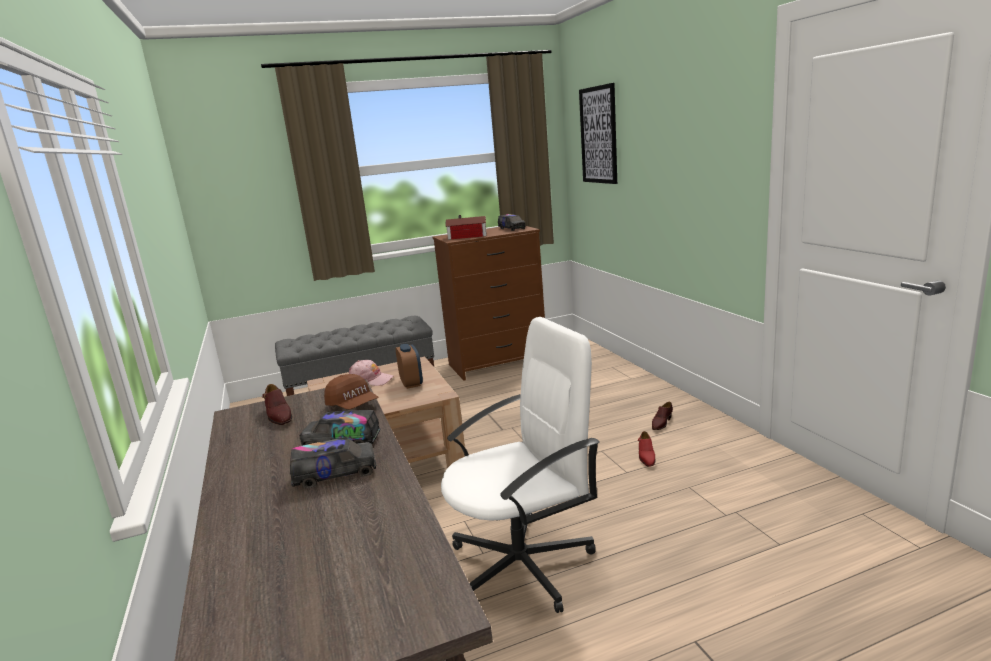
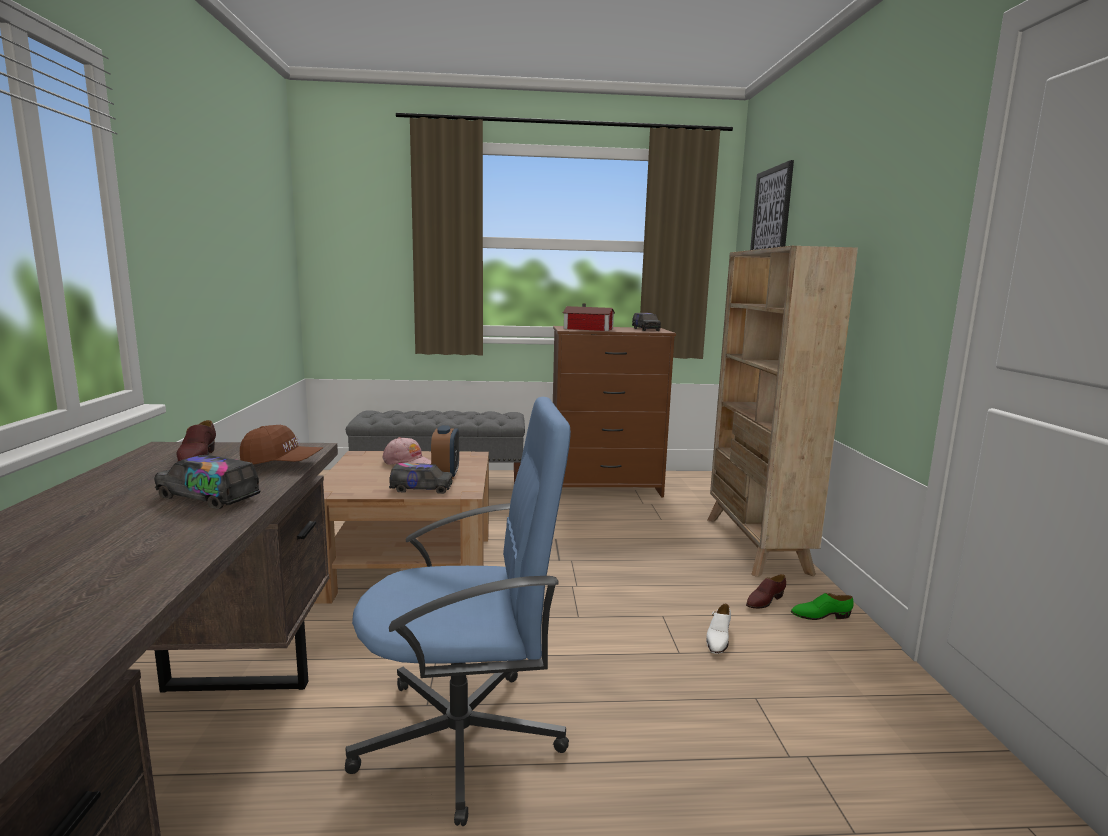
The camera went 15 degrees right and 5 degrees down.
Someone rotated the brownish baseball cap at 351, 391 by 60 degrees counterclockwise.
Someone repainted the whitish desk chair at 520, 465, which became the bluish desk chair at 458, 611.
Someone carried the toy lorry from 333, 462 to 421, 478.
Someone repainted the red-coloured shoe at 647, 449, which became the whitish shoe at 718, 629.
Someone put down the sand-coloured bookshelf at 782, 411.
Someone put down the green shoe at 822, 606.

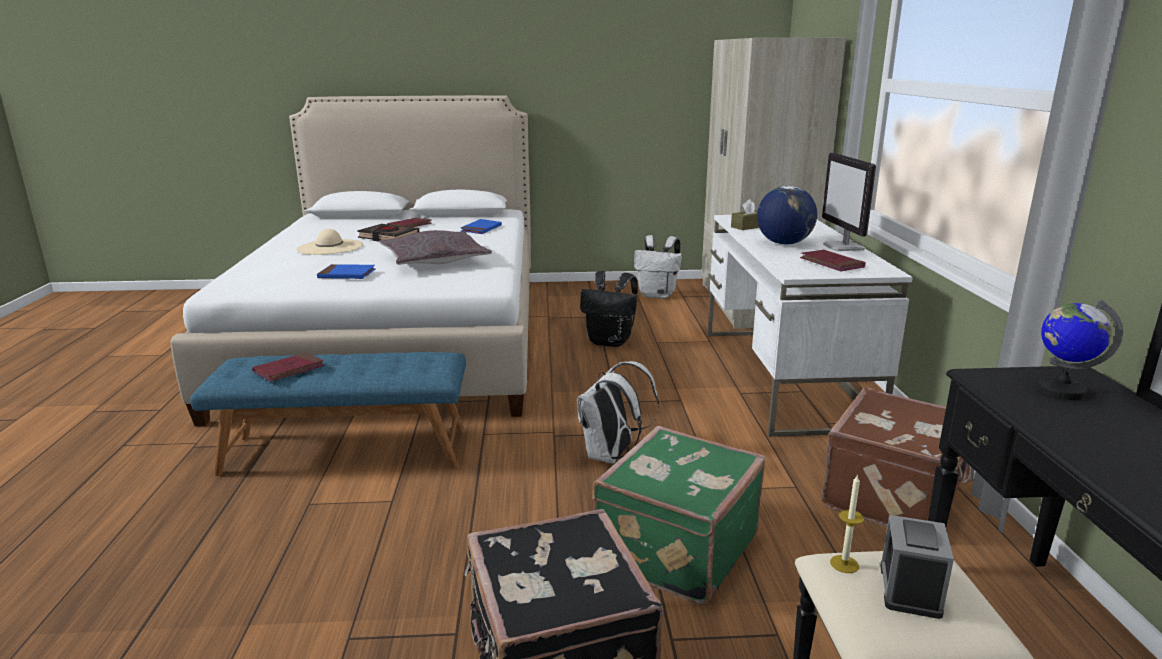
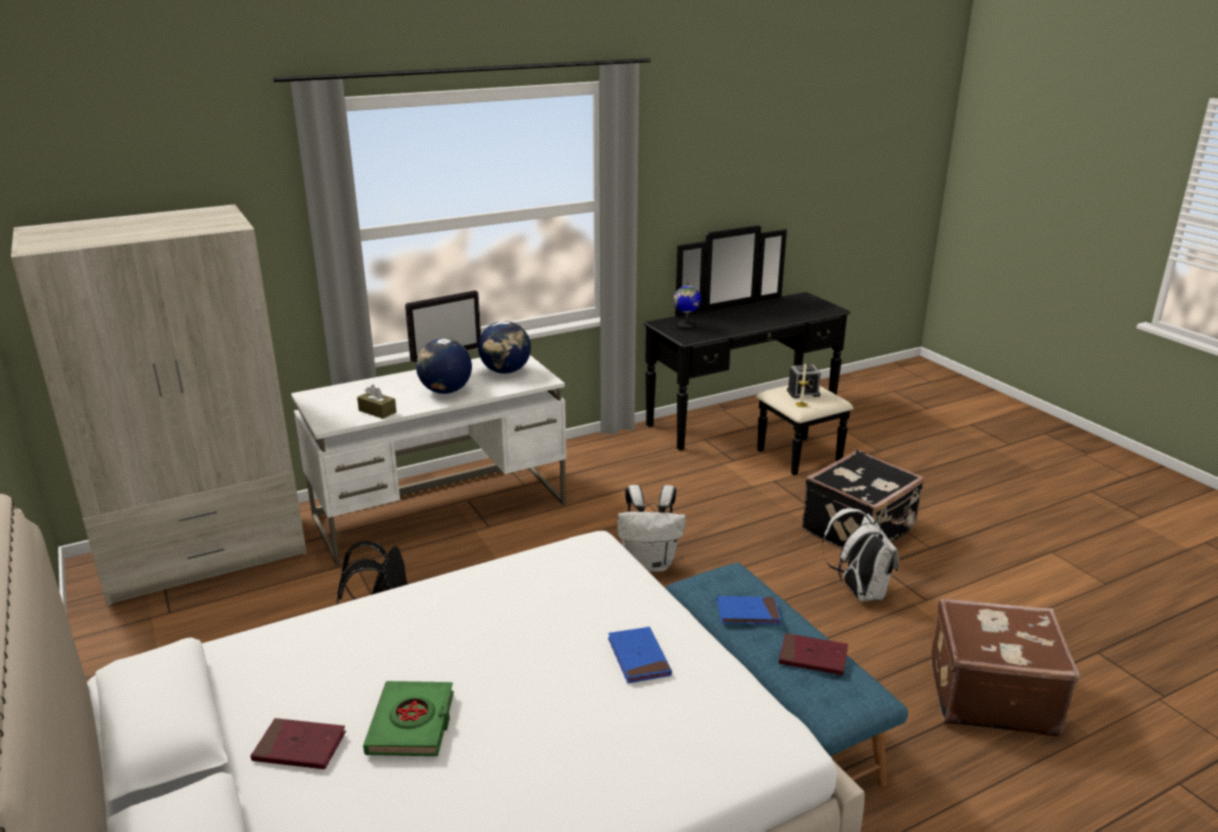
The camera went 115 degrees left and 5 degrees up.
Someone repainted the blackish bound book at 388, 232, which became the green bound book at 408, 718.
Someone swapped the red-coloured bound book at 833, 260 for the globe at 504, 347.
Someone carried the bluish bound book from 481, 226 to 749, 610.
Someone carried the whitish knapsack from 658, 267 to 860, 555.
Someone carried the brownish piece of luggage from 897, 457 to 1005, 667.
Someone took away the sand-coloured hat at 329, 242.
Someone took away the grey pillow at 435, 247.
Someone took away the green piece of luggage at 679, 515.

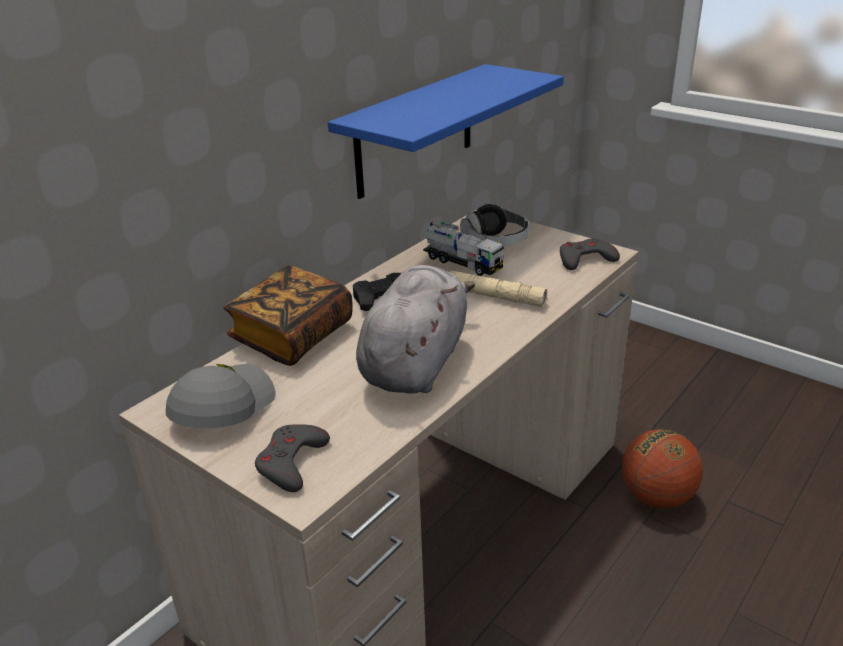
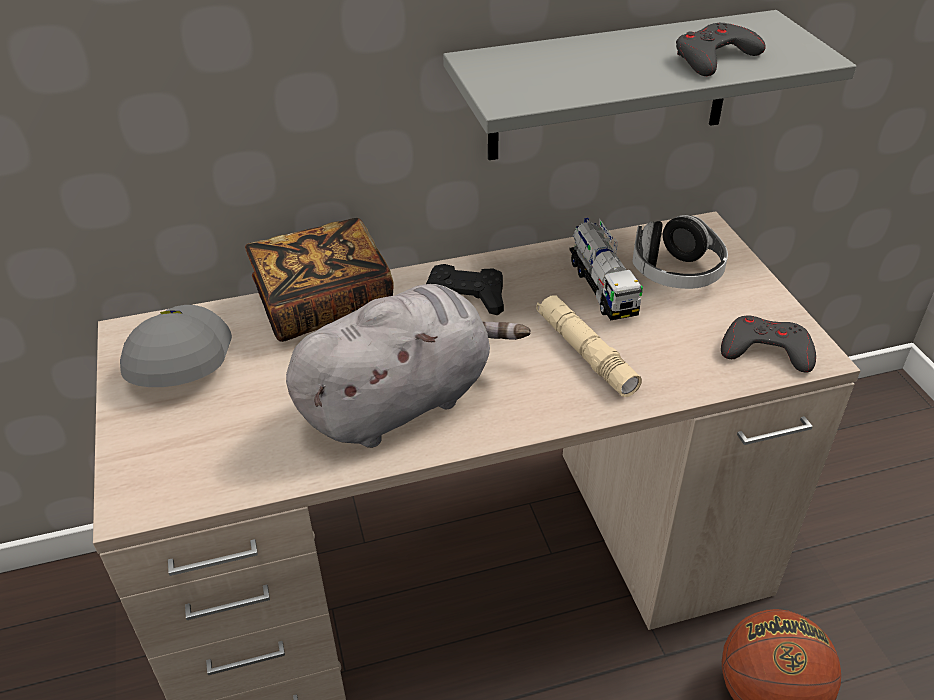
The camera went 35 degrees right and 10 degrees up.
Someone rotated the grey baseball cap at 221, 396 by 60 degrees counterclockwise.
Someone repainted the bluish bracket shelf at 446, 131, which became the grey bracket shelf at 649, 85.
Someone carried the grey joypad from 292, 458 to 721, 49.

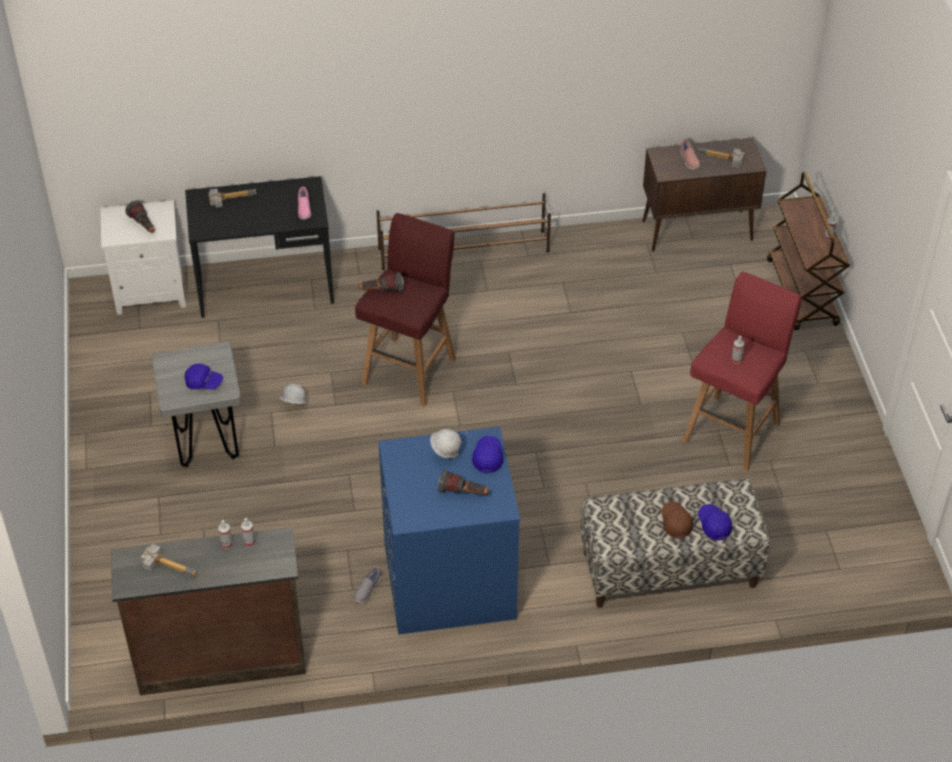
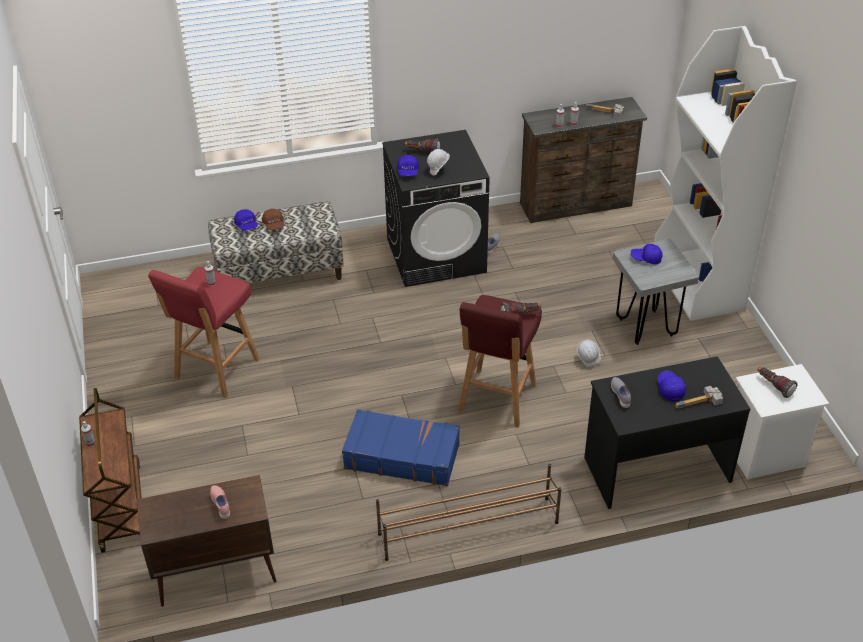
The camera went 175 degrees right and 5 degrees down.
Someone put down the bluish piece of luggage at 401, 447.
Someone repainted the bluish washing machine at 449, 531, which became the blackish washing machine at 436, 208.
Someone repainted the pinkish shoe at 304, 203, which became the grey shoe at 621, 392.
Someone put down the whitish bookshelf at 725, 173.
Someone put down the bluish baseball cap at 671, 386.
Someone took away the hammer at 721, 158.

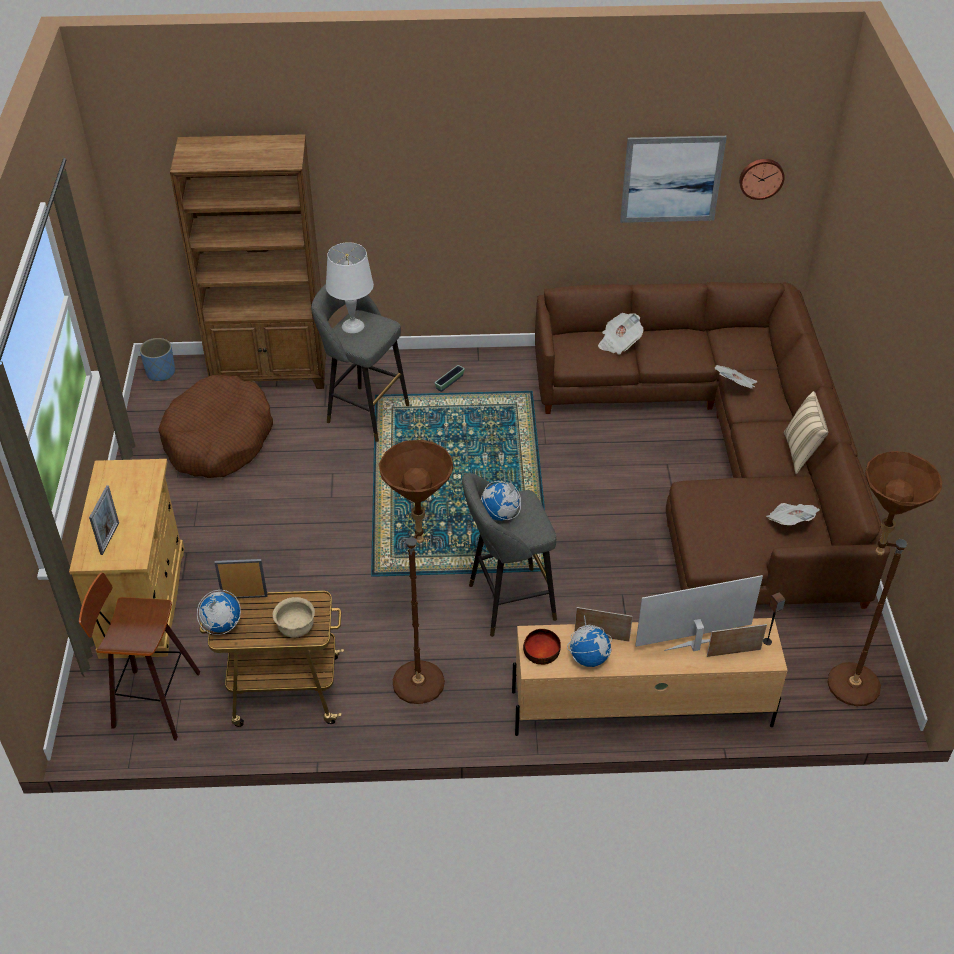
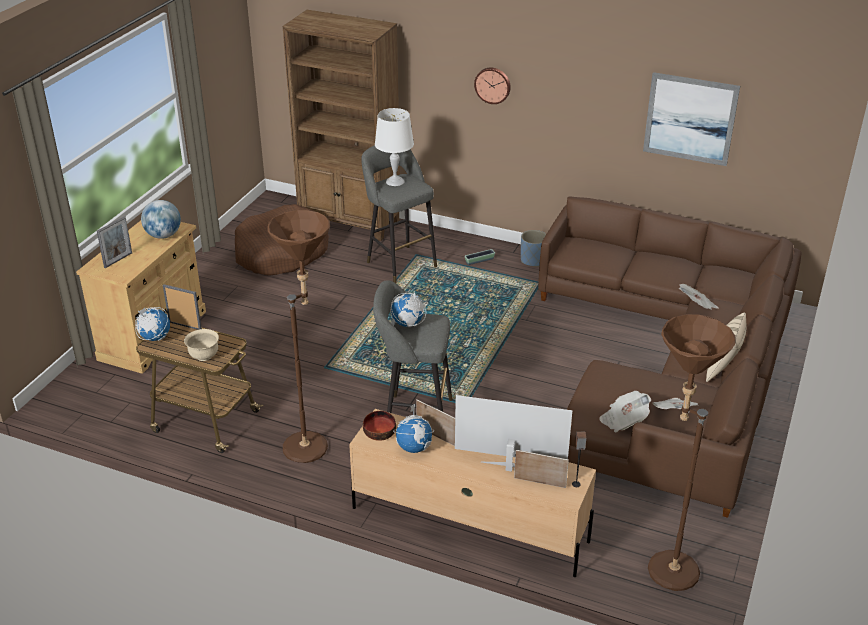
The camera went 25 degrees right and 10 degrees down.
Someone put down the globe at 161, 219.
Someone carried the clock on the wall from 762, 179 to 492, 86.
Someone carried the bluish flower pot from 157, 359 to 533, 248.
Someone carried the newspaper from 620, 334 to 625, 411.
Someone took away the sitting stool at 139, 657.

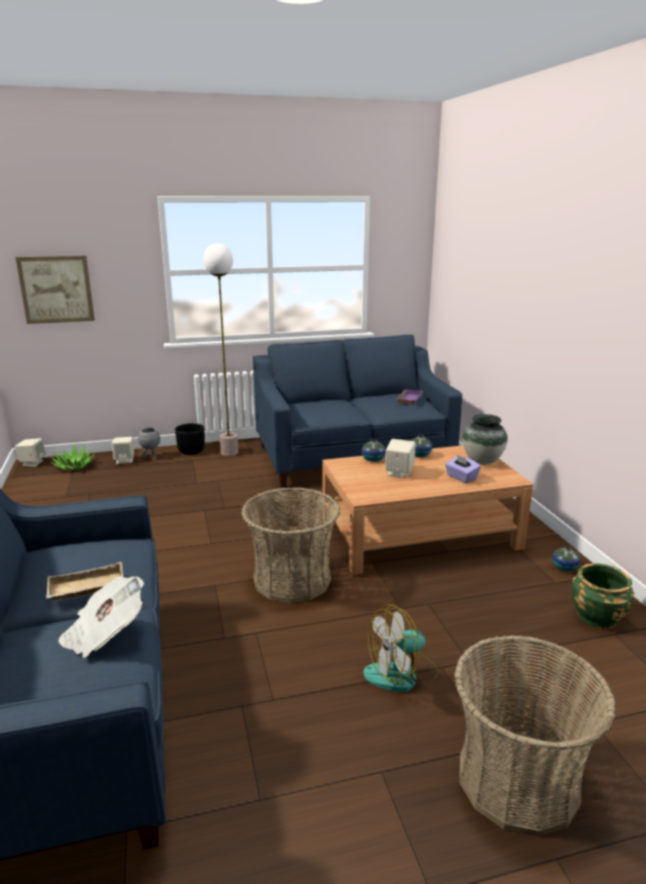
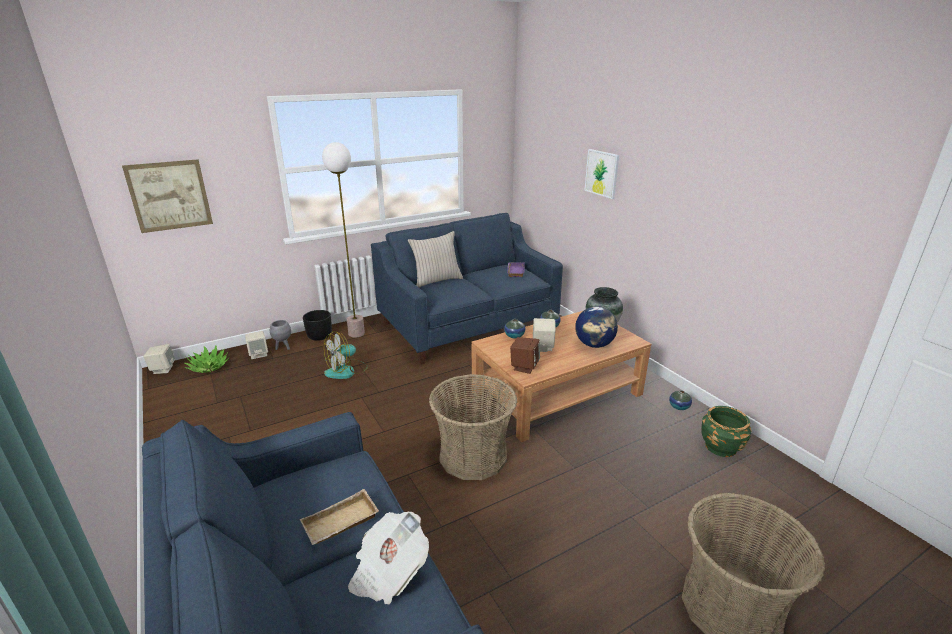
The camera went 15 degrees left and 5 degrees up.
Someone carried the electric fan from 401, 648 to 346, 355.
Someone put down the sand-coloured pillow at 435, 259.
Someone put down the brownish speaker at 525, 355.
Someone swapped the purplish tissue holder at 463, 468 for the globe at 596, 327.
Someone put up the wall art at 601, 174.

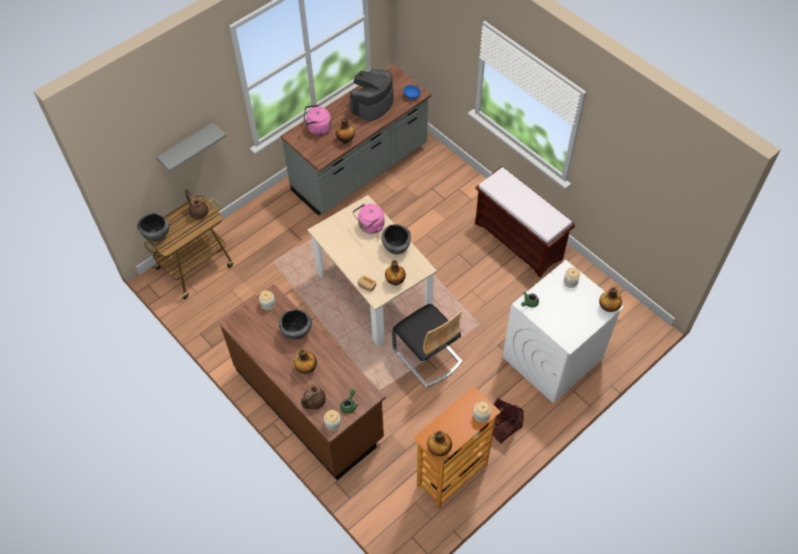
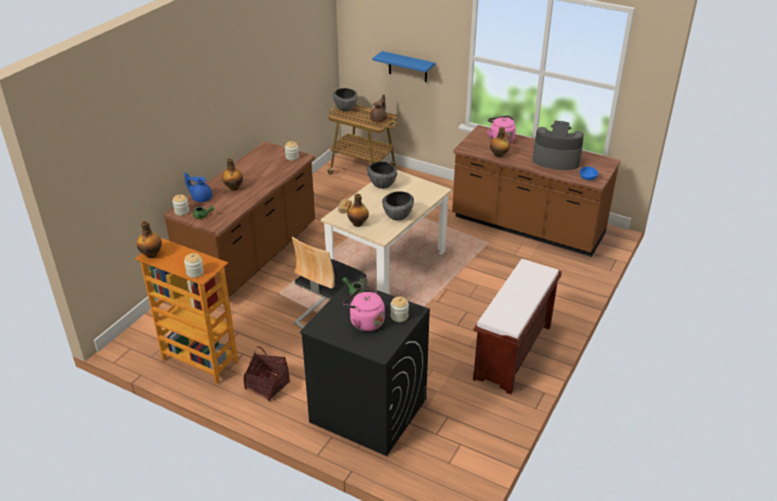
The camera went 70 degrees right and 20 degrees down.
Someone repainted the brownish pot for tea at 313, 397, which became the bluish pot for tea at 198, 187.
Someone repainted the whitish washing machine at 563, 331, which became the blackish washing machine at 365, 368.
Someone carried the pinkish water kettle from 369, 219 to 364, 309.
Someone carried the serving bowl from 295, 324 to 382, 175.
Someone repainted the grey bracket shelf at 191, 147, which became the bluish bracket shelf at 403, 66.
Someone repainted the grey kitchen counter at 356, 140, which became the brownish kitchen counter at 536, 191.
Someone took away the drink bottle at 610, 299.

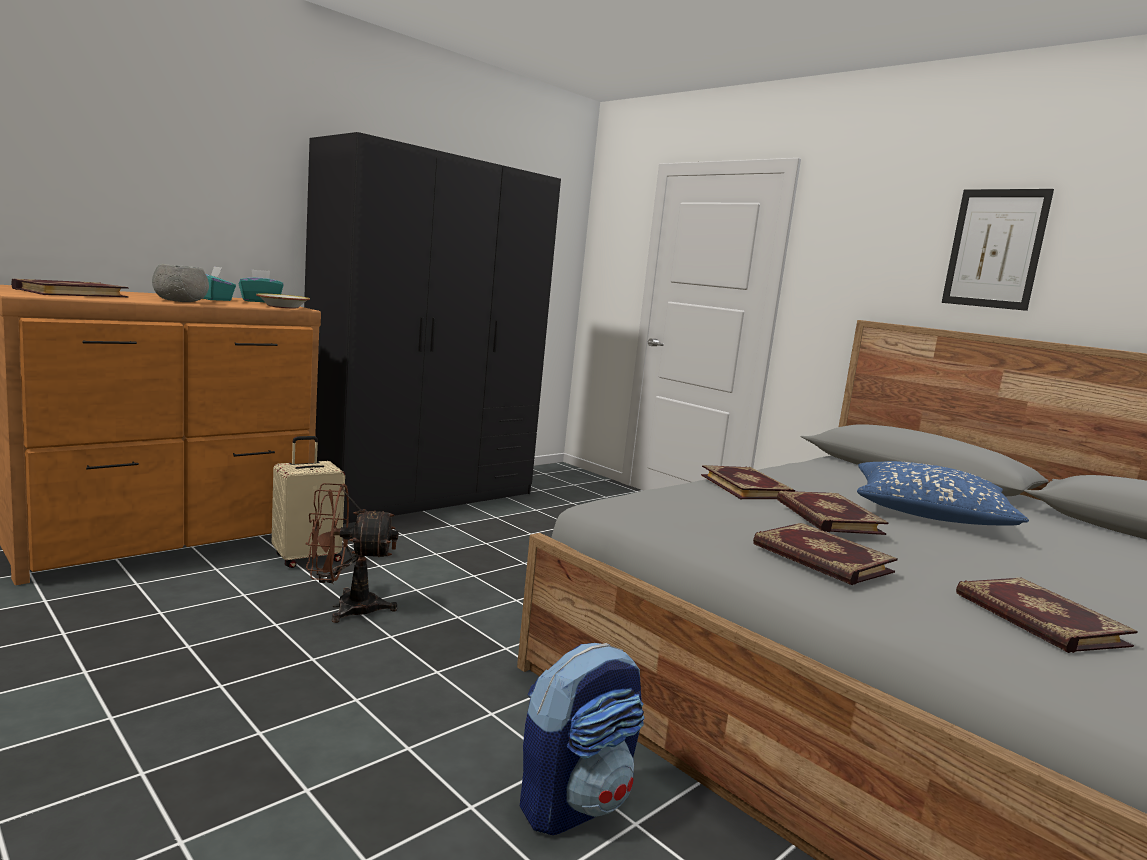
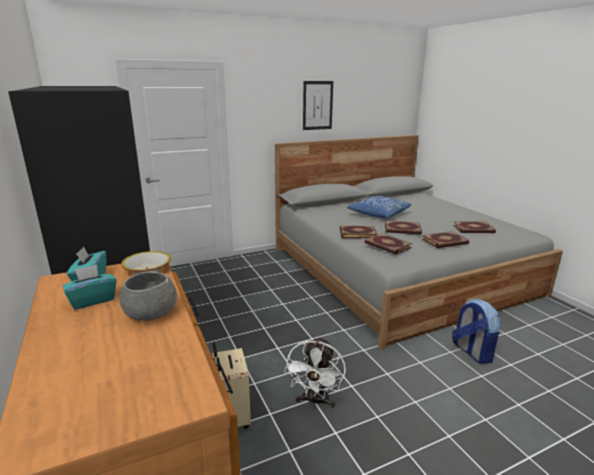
The camera went 70 degrees left and 10 degrees up.
Someone repainted the brownish electric fan at 352, 553, which became the whitish electric fan at 315, 372.
Someone carried the bound book from 70, 288 to 388, 243.

